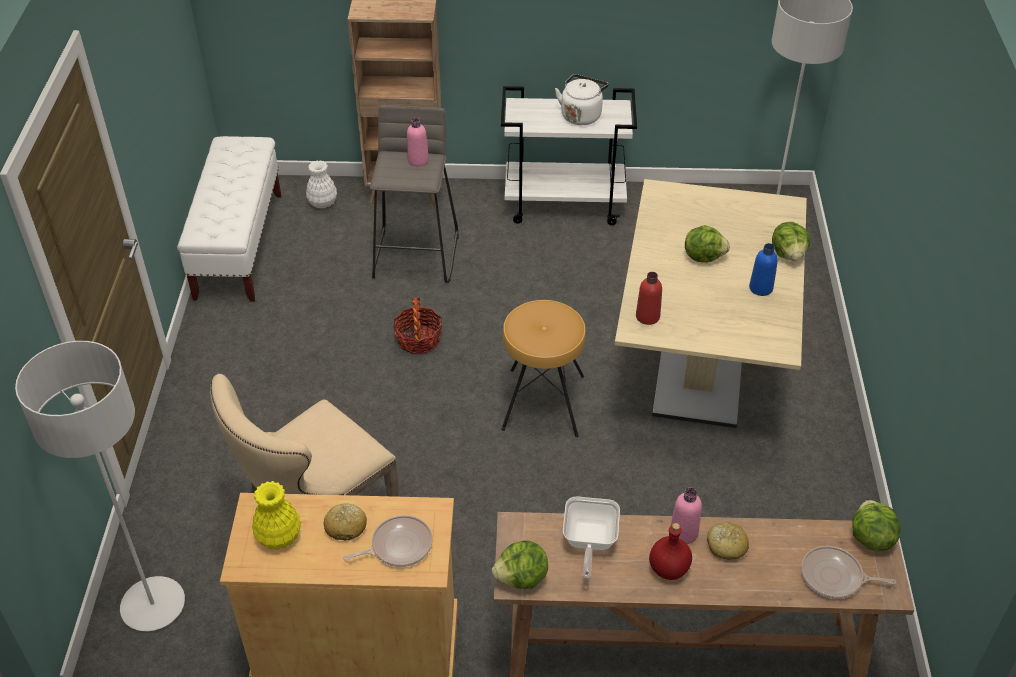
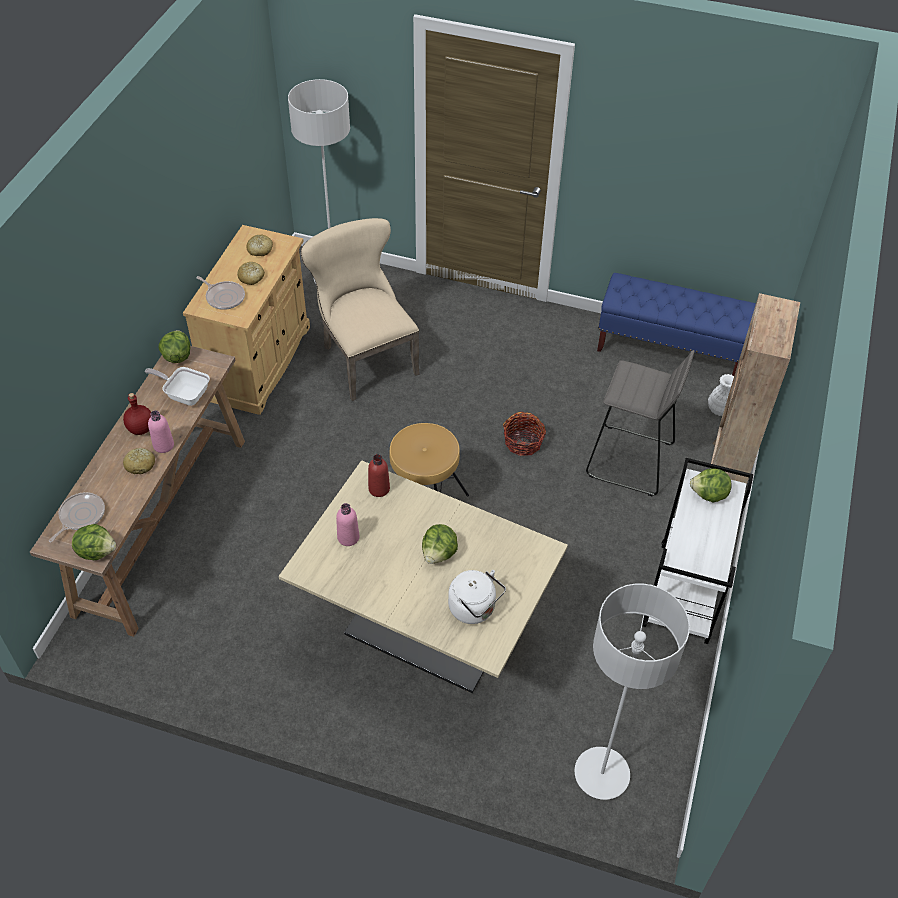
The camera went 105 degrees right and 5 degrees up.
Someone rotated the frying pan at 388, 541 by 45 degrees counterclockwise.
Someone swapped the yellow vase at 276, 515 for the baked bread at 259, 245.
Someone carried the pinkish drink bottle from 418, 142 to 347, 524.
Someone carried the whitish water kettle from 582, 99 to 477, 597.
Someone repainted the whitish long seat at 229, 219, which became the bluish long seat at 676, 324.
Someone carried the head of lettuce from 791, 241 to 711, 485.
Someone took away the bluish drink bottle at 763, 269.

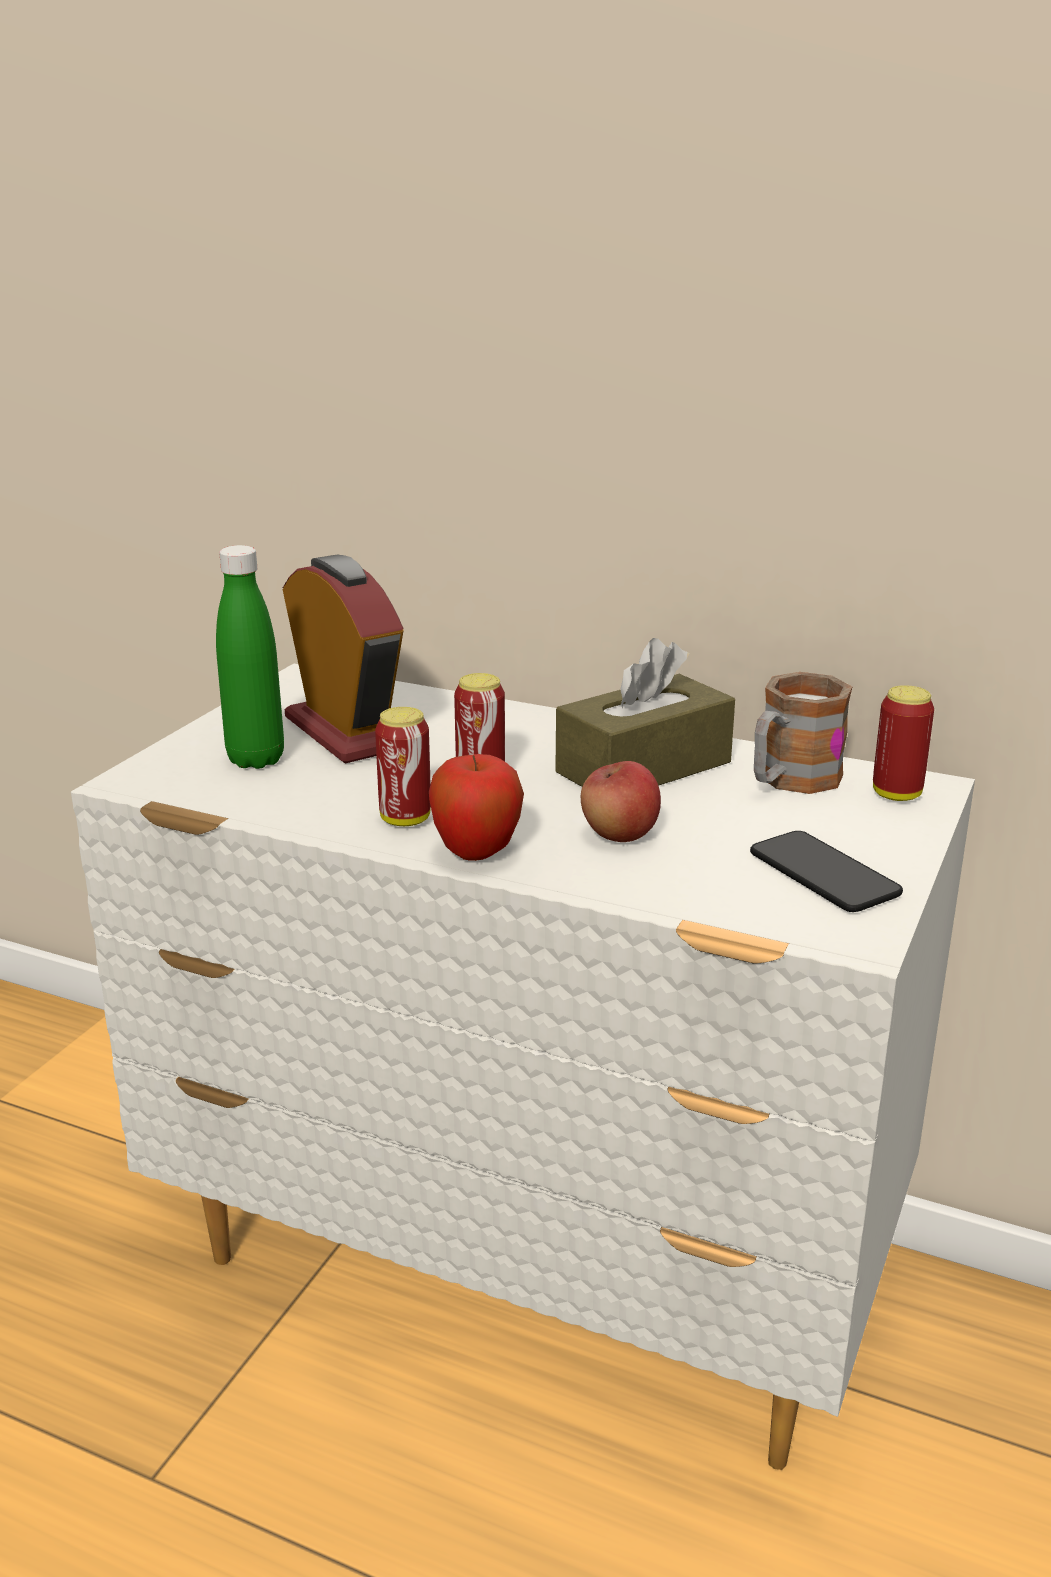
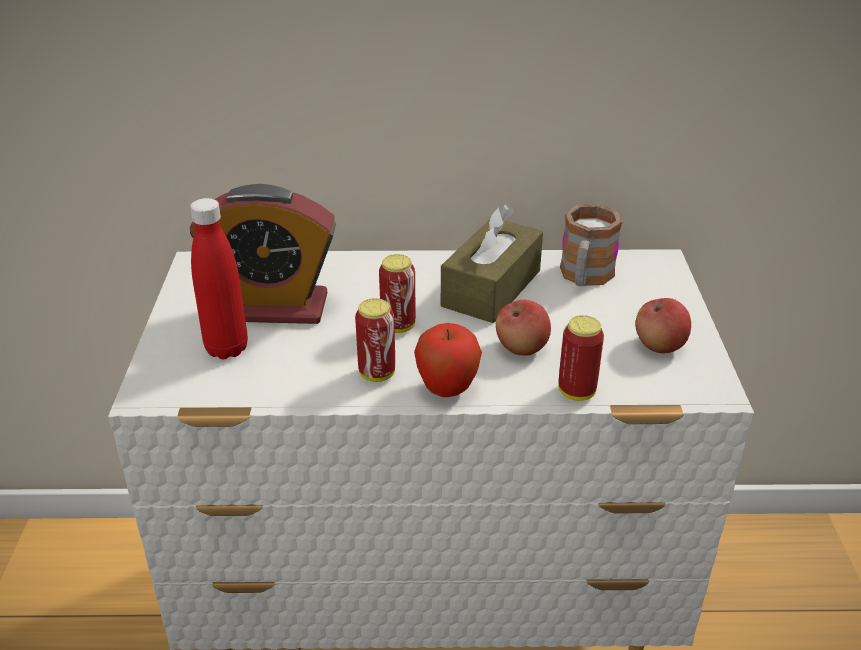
The camera went 25 degrees left and 10 degrees up.
Someone rotated the bedside clock at 343, 659 by 150 degrees clockwise.
Someone repainted the green drink bottle at 250, 657, which became the red-coloured drink bottle at 219, 278.
Someone carried the metal can from 903, 743 to 581, 358.
Someone swapped the telephone at 826, 871 for the whole apple at 663, 325.

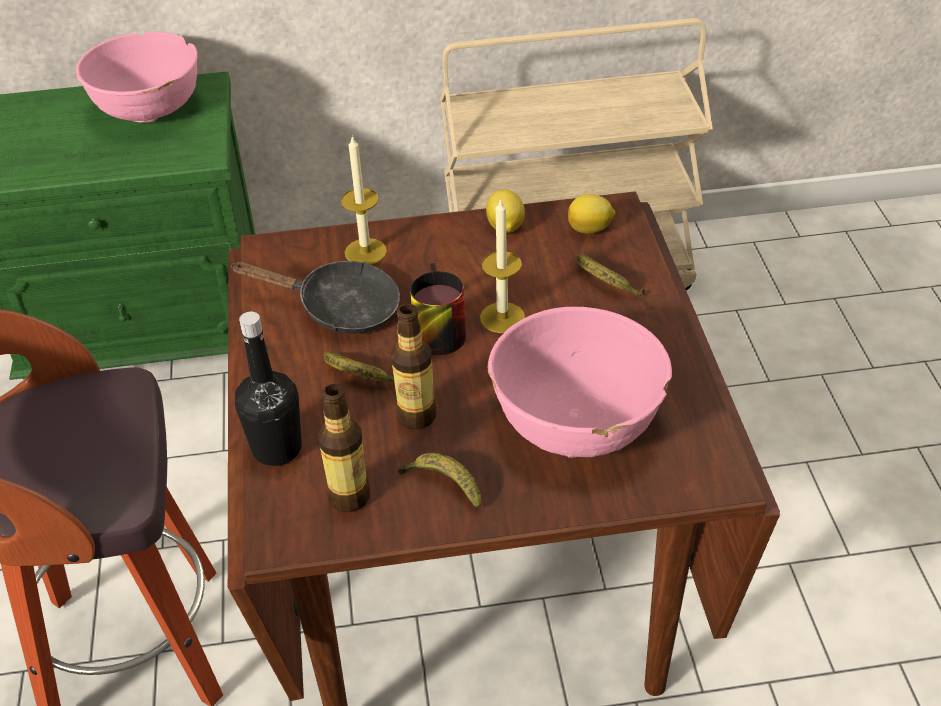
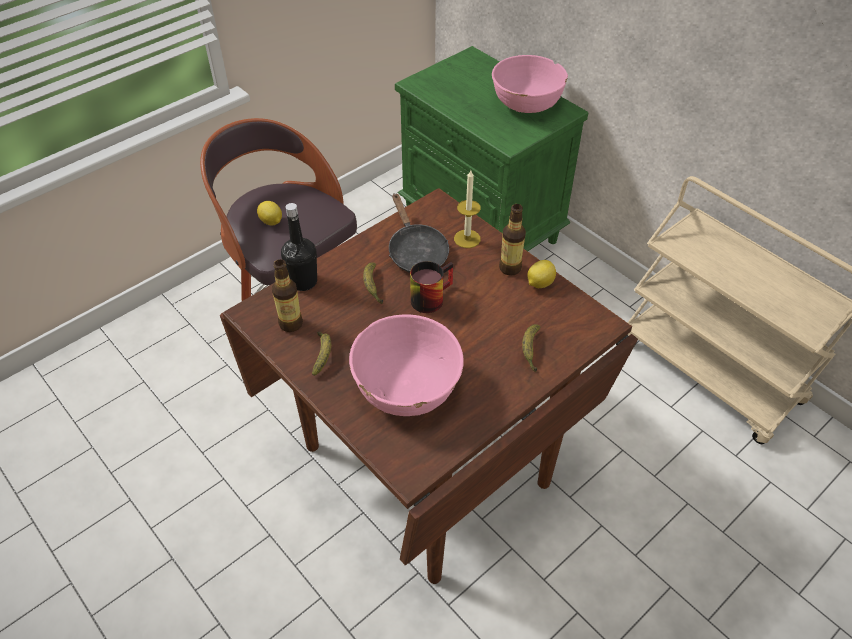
The camera went 55 degrees right and 5 degrees up.
Someone carried the lemon from 591, 213 to 269, 213.
Someone carried the drink bottle from 414, 367 to 512, 239.
Someone took away the wax candle at 502, 265.

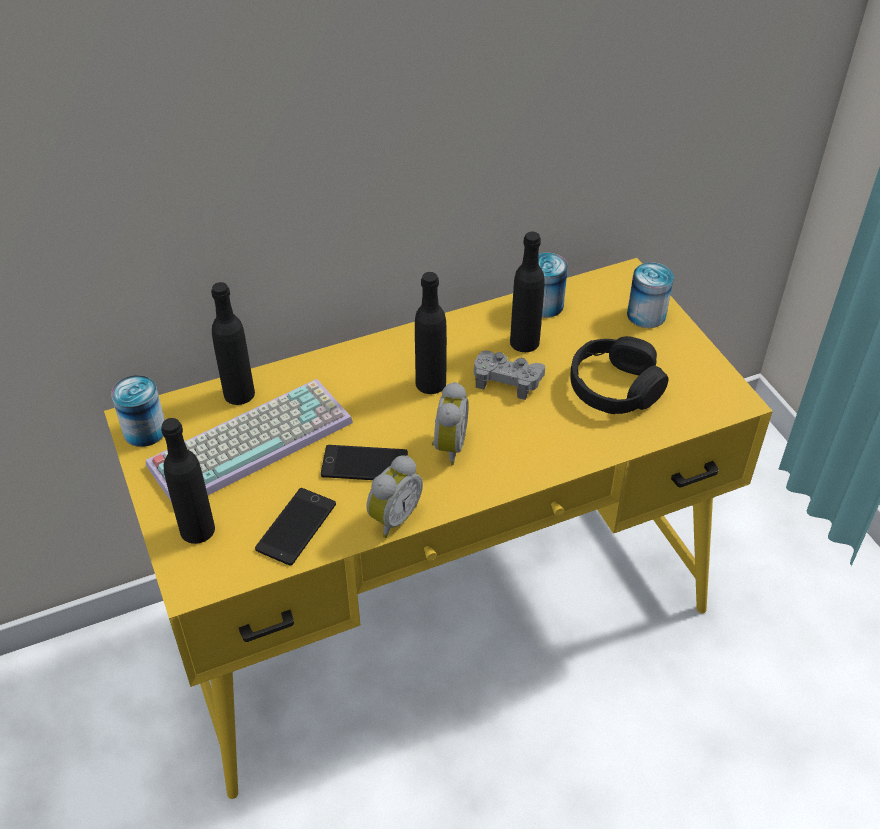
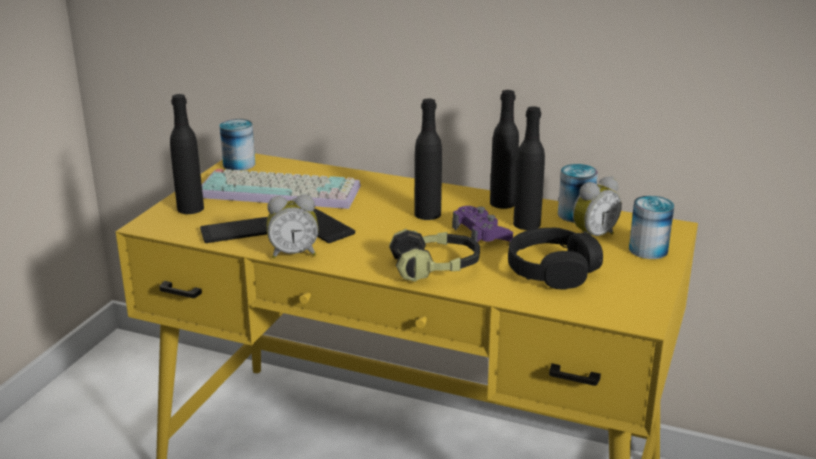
The camera went 45 degrees right and 20 degrees down.
Someone put down the headphones at 434, 255.
Someone repainted the grey joypad at 509, 375, which became the purplish joypad at 482, 224.
Someone carried the blackish drink bottle from 233, 343 to 504, 149.
Someone carried the bedside clock from 450, 423 to 597, 206.

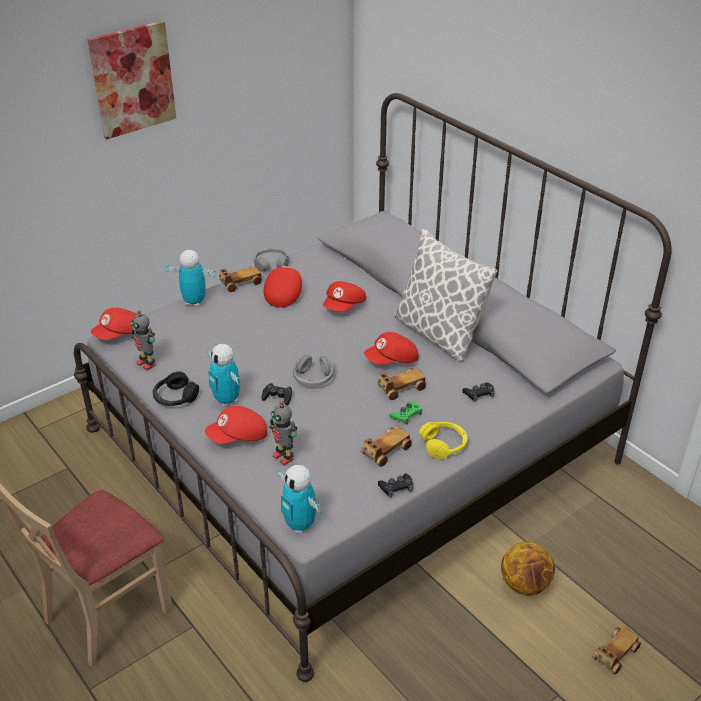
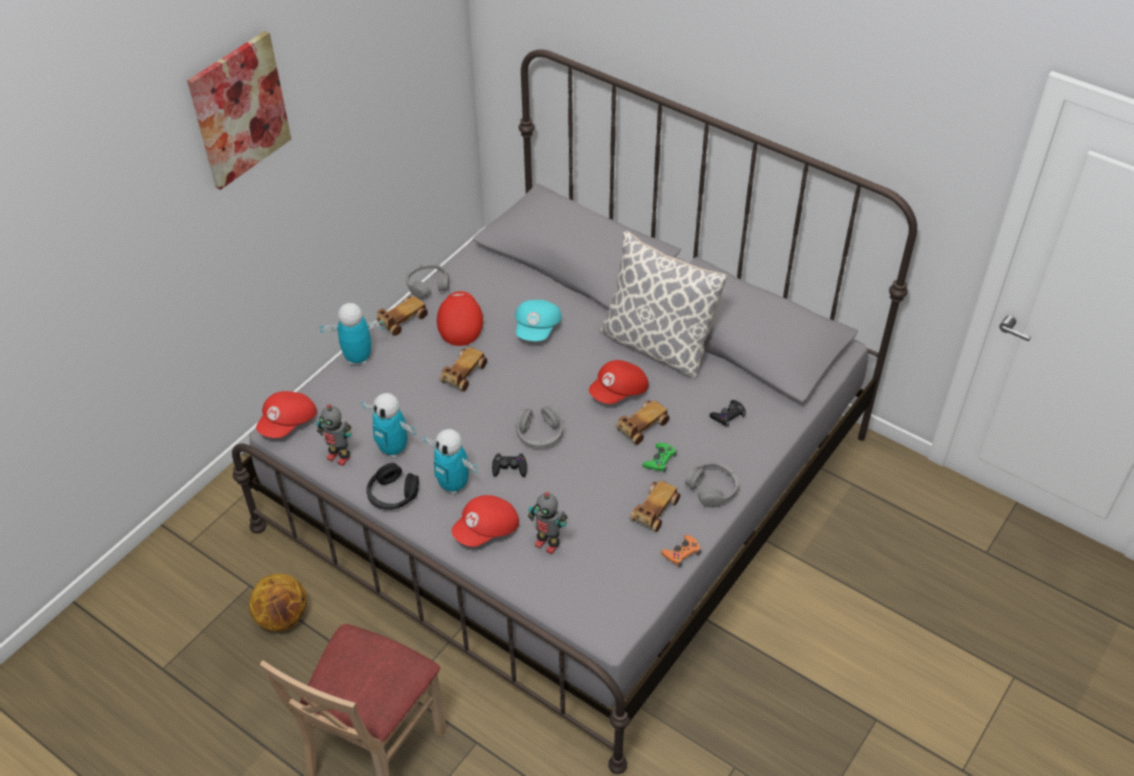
The camera went 15 degrees left and 10 degrees up.
Someone carried the basketball from 528, 568 to 278, 602.
Someone carried the robot figure from 299, 499 to 388, 425.
Someone carried the toy car from 616, 650 to 463, 369.
Someone repainted the red-coloured baseball cap at 344, 296, which became the turquoise-coloured baseball cap at 538, 320.
Someone repainted the blackish joypad at 395, 485, which became the orange joypad at 681, 551.
Someone repainted the yellow headphones at 443, 440, which became the grey headphones at 712, 485.

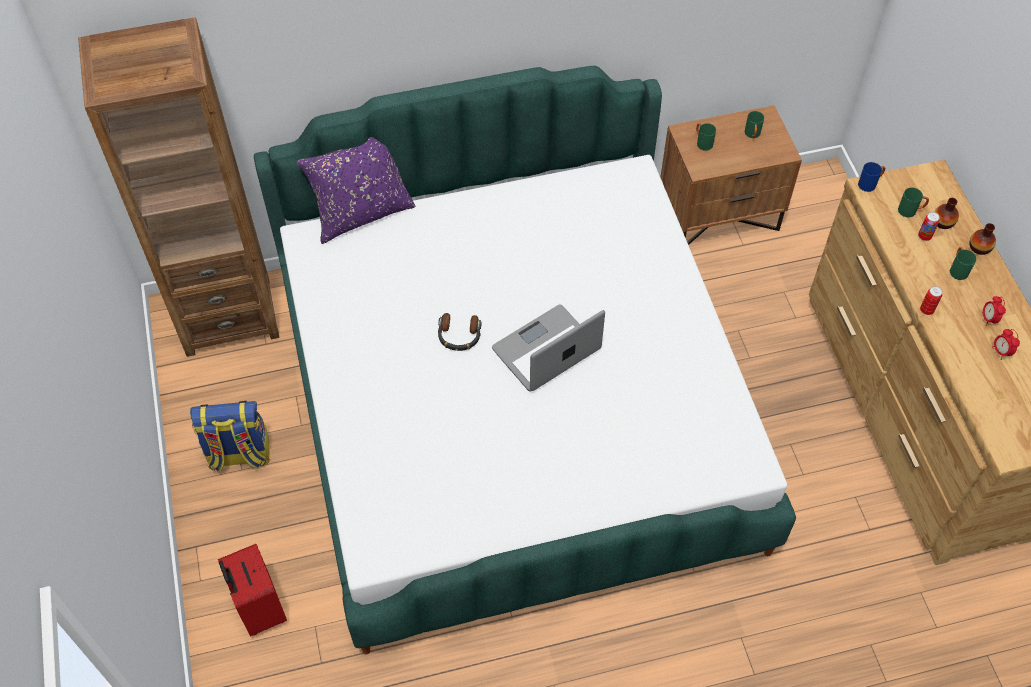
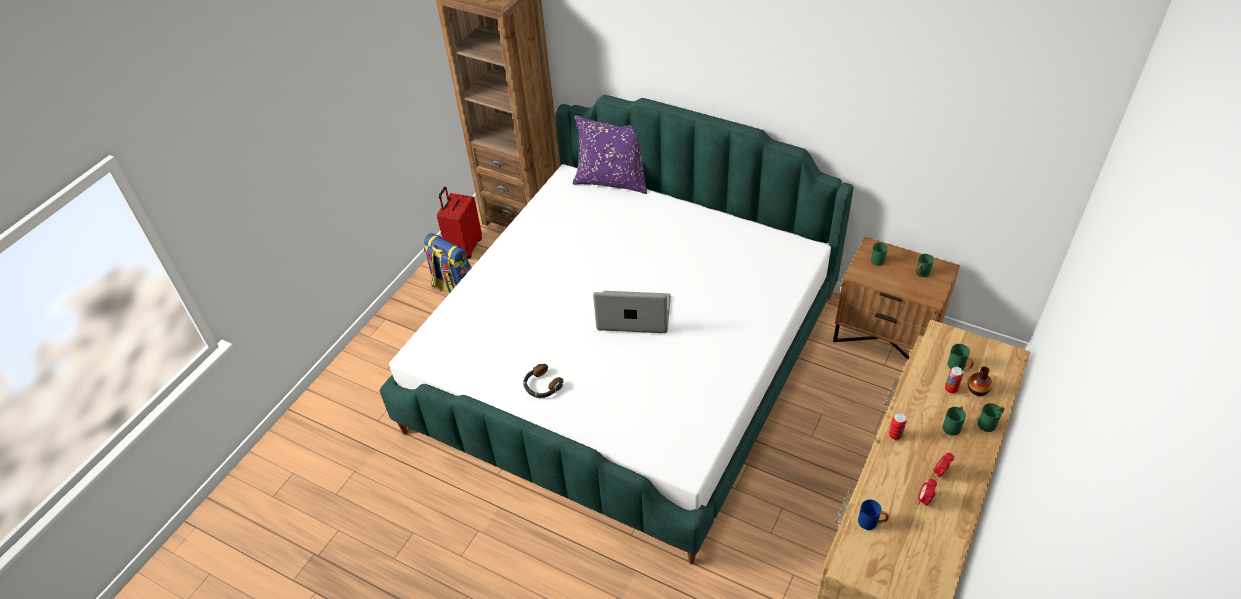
The camera went 45 degrees right and 10 degrees down.
Someone carried the red-coloured piece of luggage from 252, 590 to 459, 223.
Someone carried the headphones from 460, 332 to 543, 381.
Someone carried the bluish mug from 871, 177 to 873, 514.
Someone swapped the vase at 982, 239 for the green mug at 991, 417.

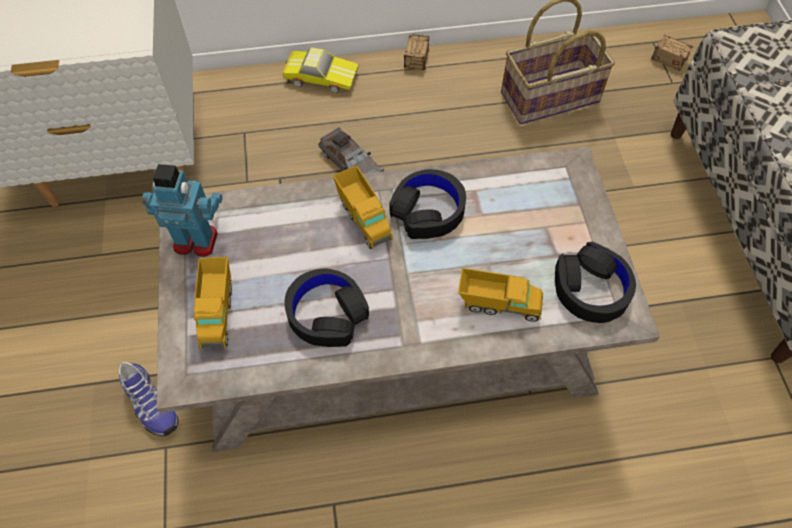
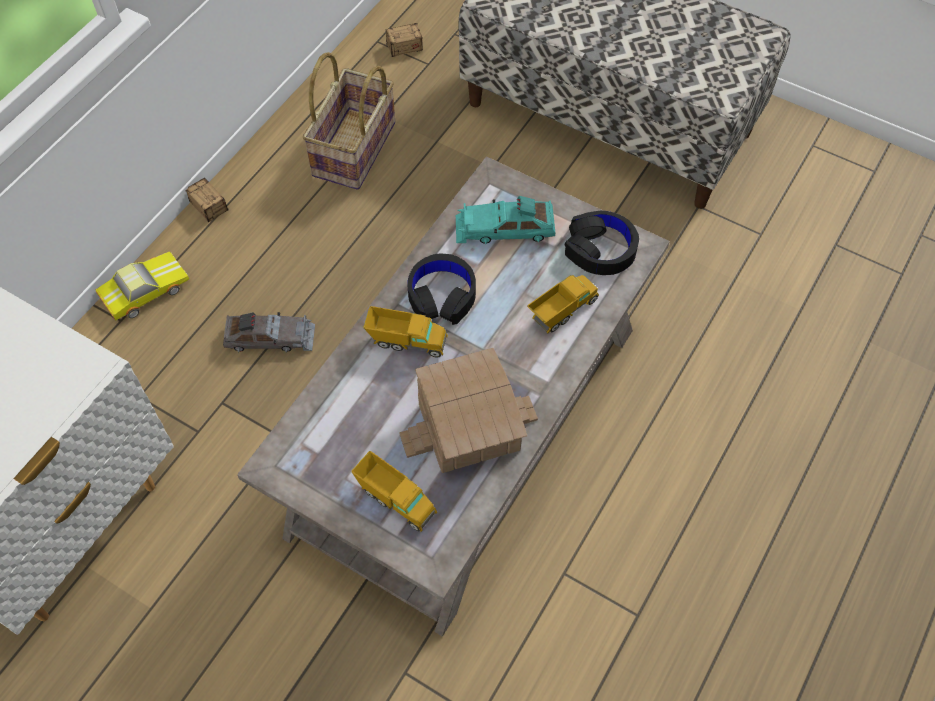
The camera went 50 degrees left and 0 degrees up.
Someone swapped the blackish headphones at 327, 307 for the model house at 468, 410.
Someone put down the turquoise-coloured toy car at 506, 220.
Someone took away the shoe at 149, 399.
Someone took away the robot figure at 182, 210.

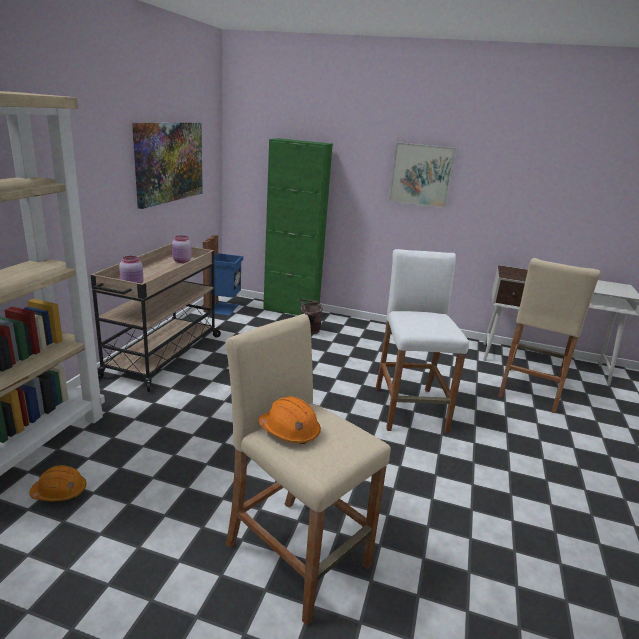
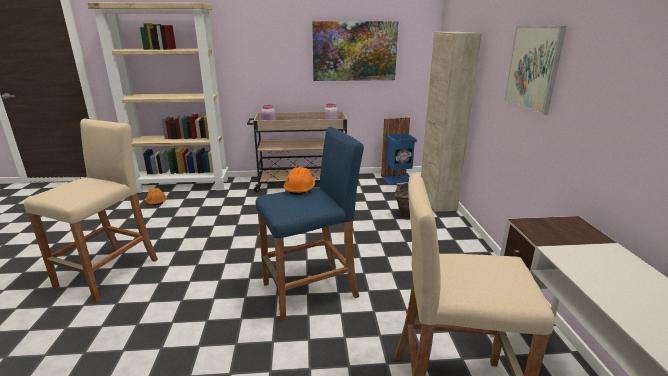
The camera went 70 degrees right and 0 degrees up.
Someone repainted the whitish sitting stool at 422, 341, which became the bluish sitting stool at 310, 223.
Someone carried the orange safety helmet from 289, 420 to 299, 181.
Someone repainted the green cabinet at 298, 226, which became the sand-coloured cabinet at 451, 122.

